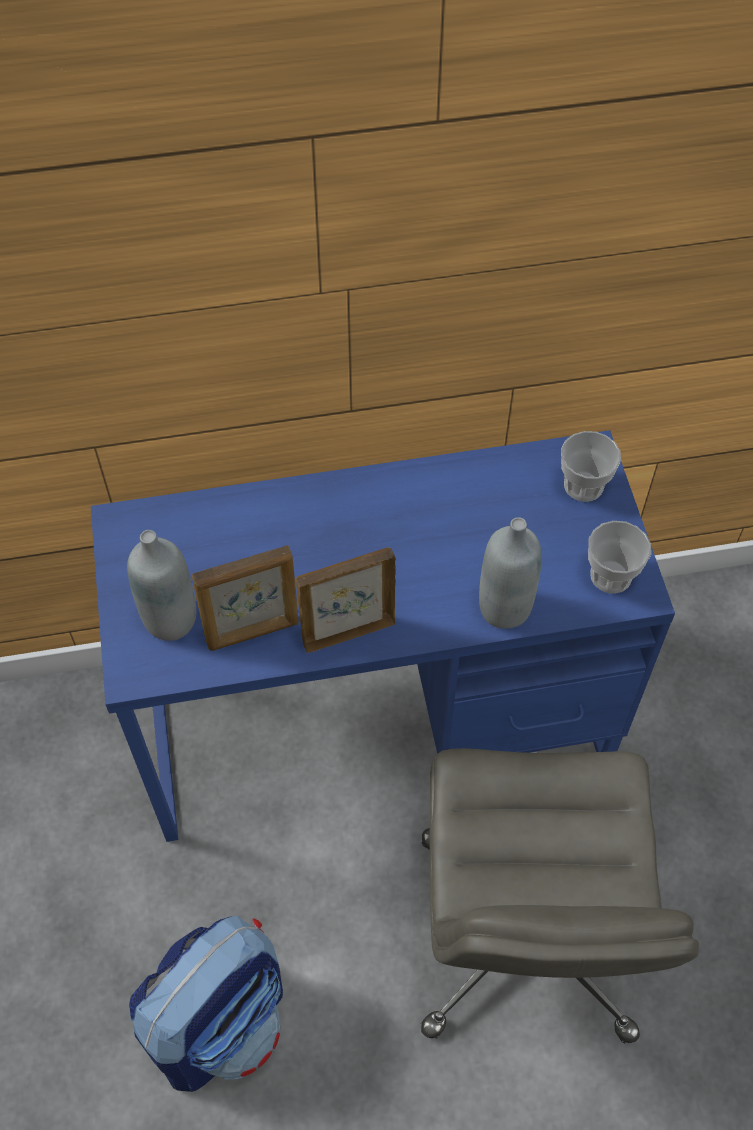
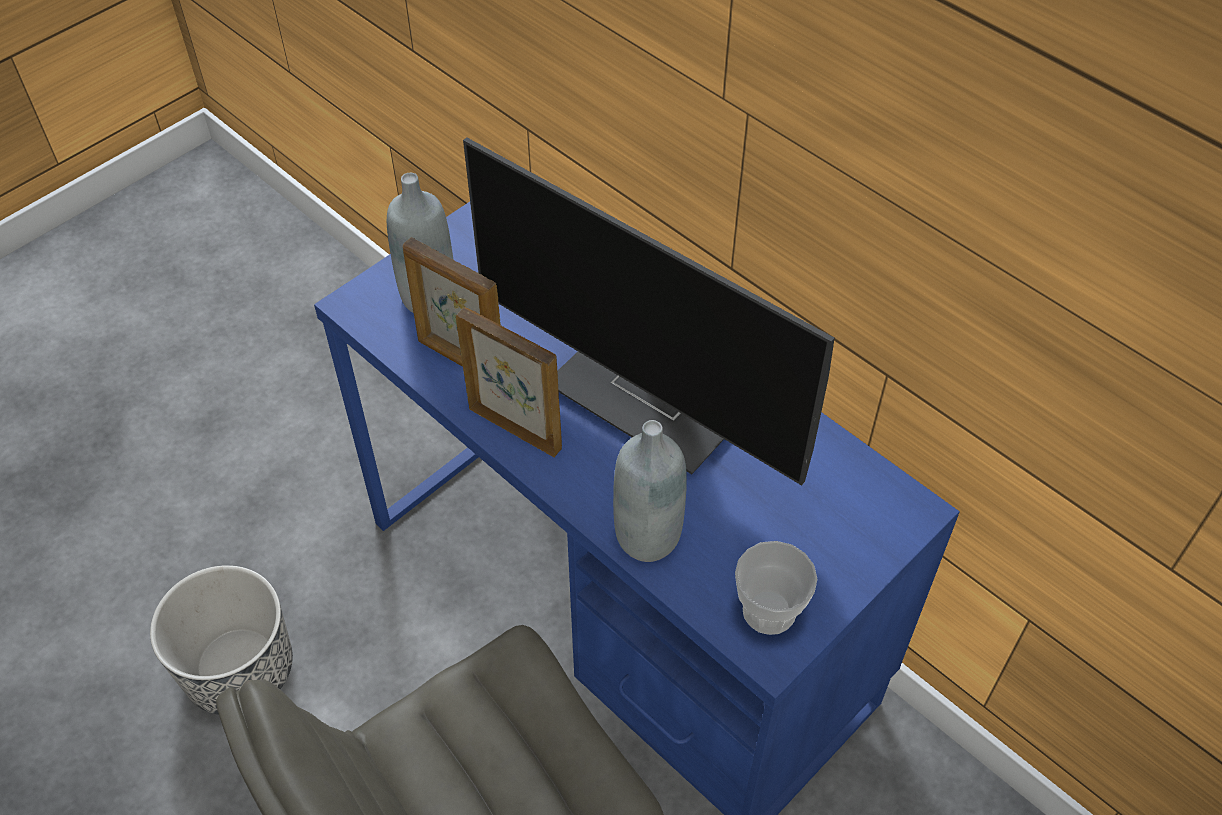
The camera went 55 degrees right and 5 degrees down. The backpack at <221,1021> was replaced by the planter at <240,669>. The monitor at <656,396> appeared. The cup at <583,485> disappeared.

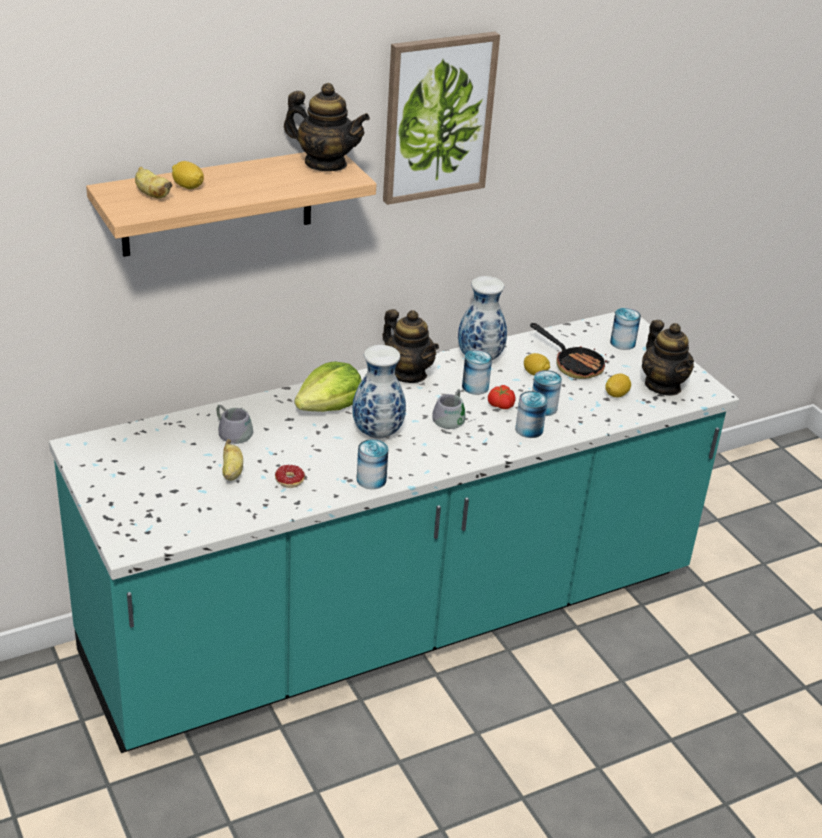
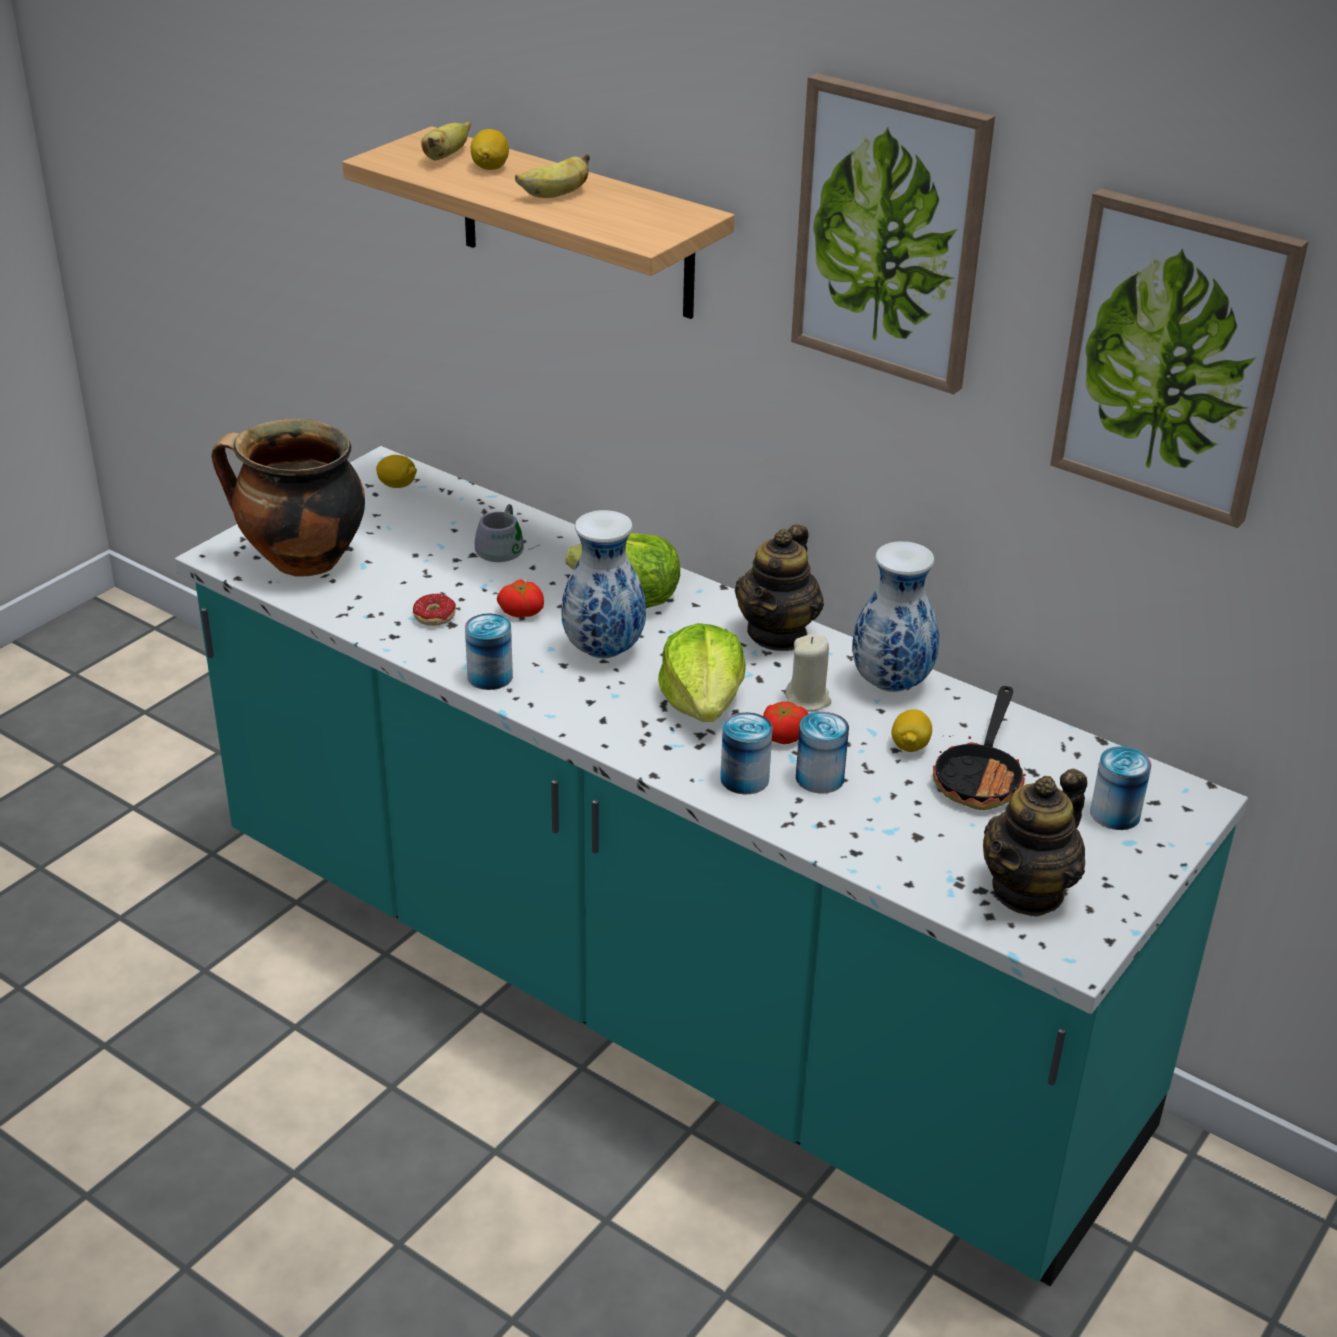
The camera went 65 degrees right and 0 degrees up. The cooking pot at <301,562> appeared. The lemon moved from <616,394> to <397,485>. The tomato at <522,610> appeared. The banana moved from <232,472> to <555,195>. The grey mug at <453,418> was replaced by the lettuce at <703,703>. The can at <475,387> was replaced by the beige candle at <808,699>. The picture at <1174,357> appeared. The teapot at <325,164> disappeared.

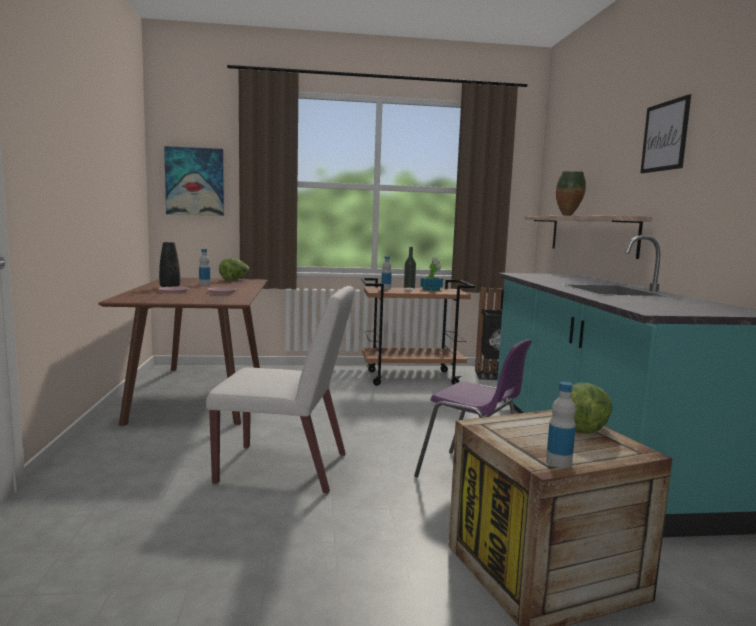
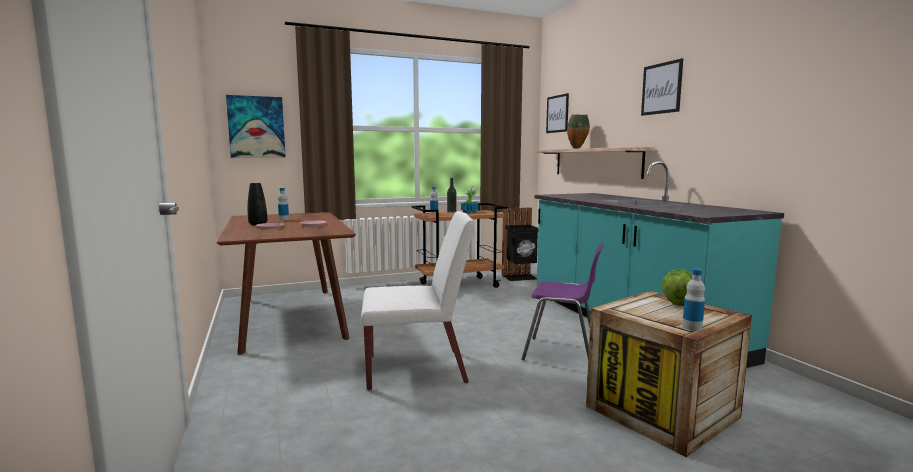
The camera went 15 degrees left and 0 degrees up. The picture at <557,114> appeared. The lettuce at <234,280> disappeared.

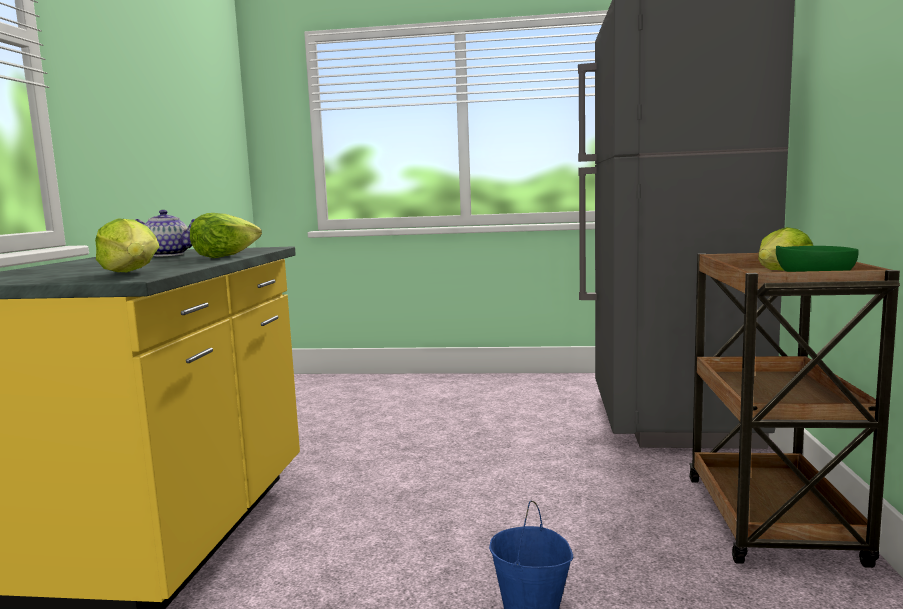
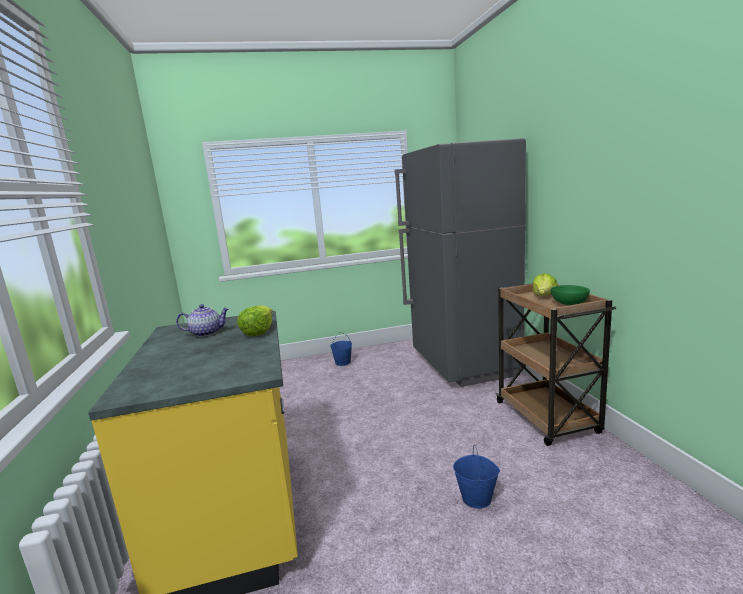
The camera went 20 degrees left and 5 degrees up. The blue bucket at <343,362> appeared. The lettuce at <133,273> disappeared.

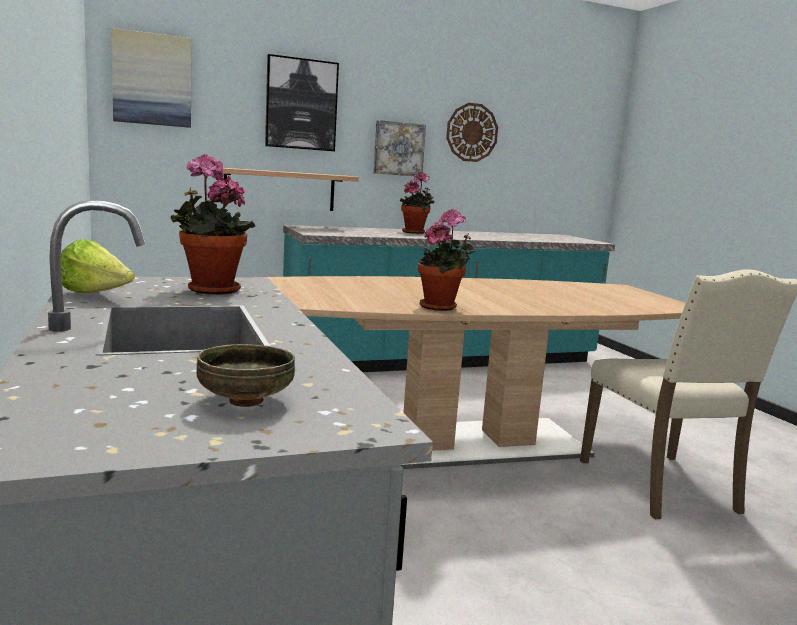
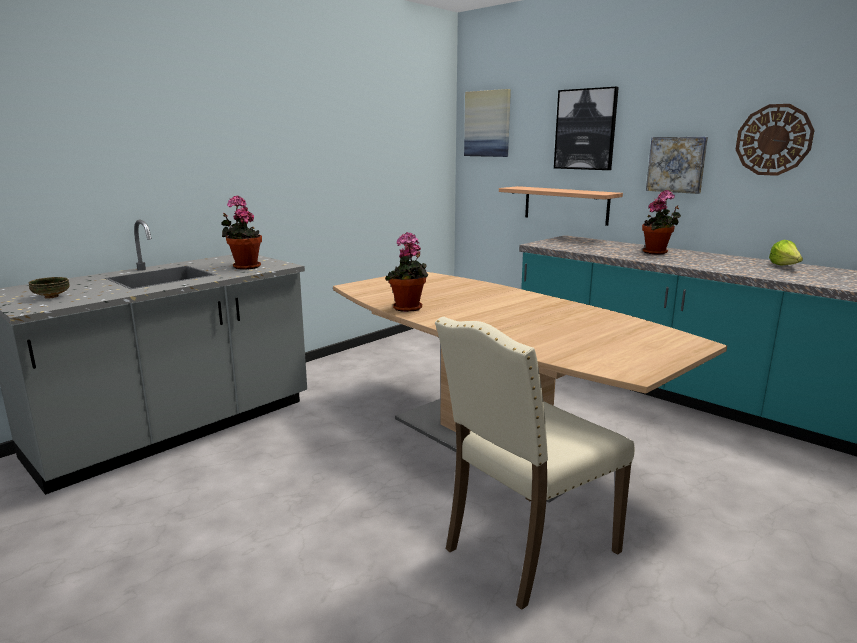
The camera went 65 degrees right and 5 degrees up. The lettuce moved from <97,295> to <785,267>.

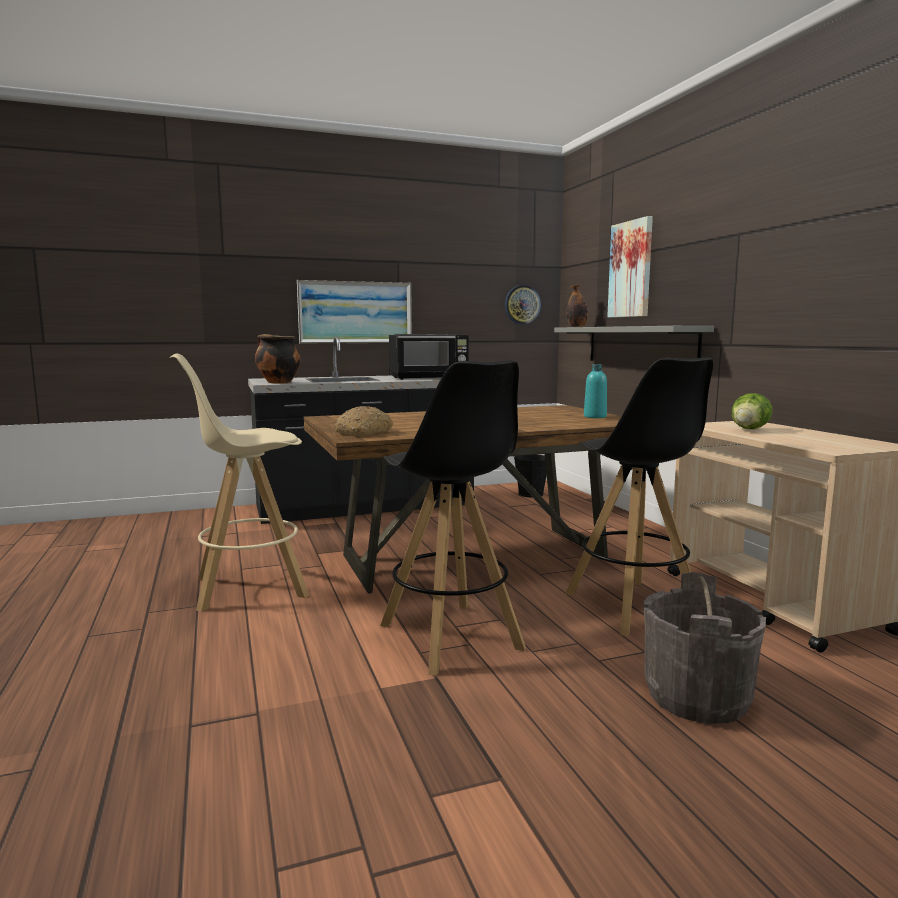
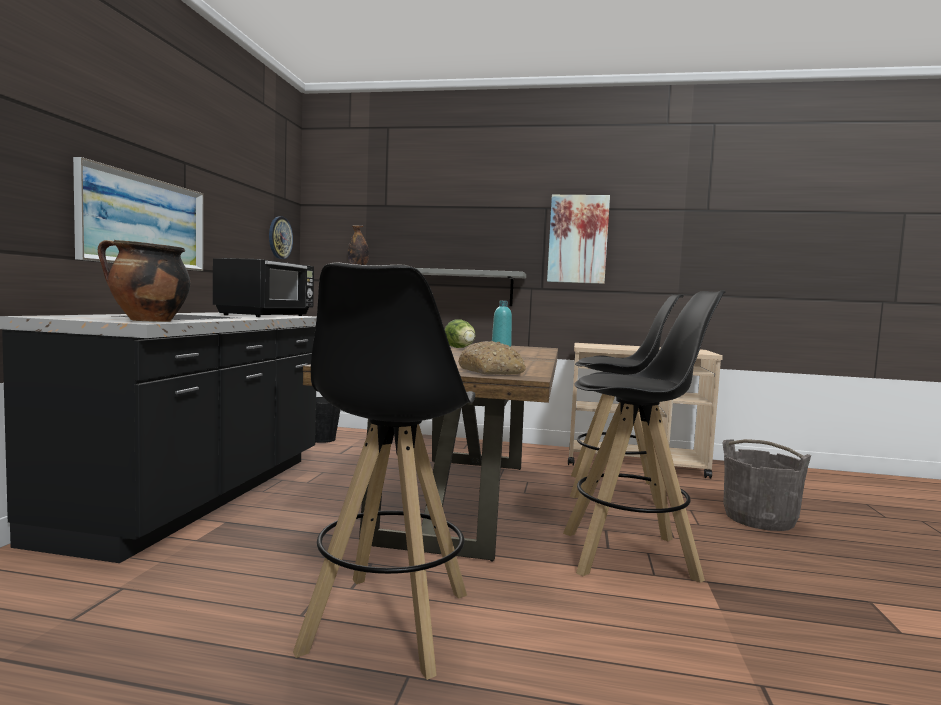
The camera went 60 degrees left and 5 degrees down. The beige stool at <249,587> became the black stool at <387,623>. The lettuce moved from <748,430> to <460,348>. The picture moved from <631,269> to <578,239>.

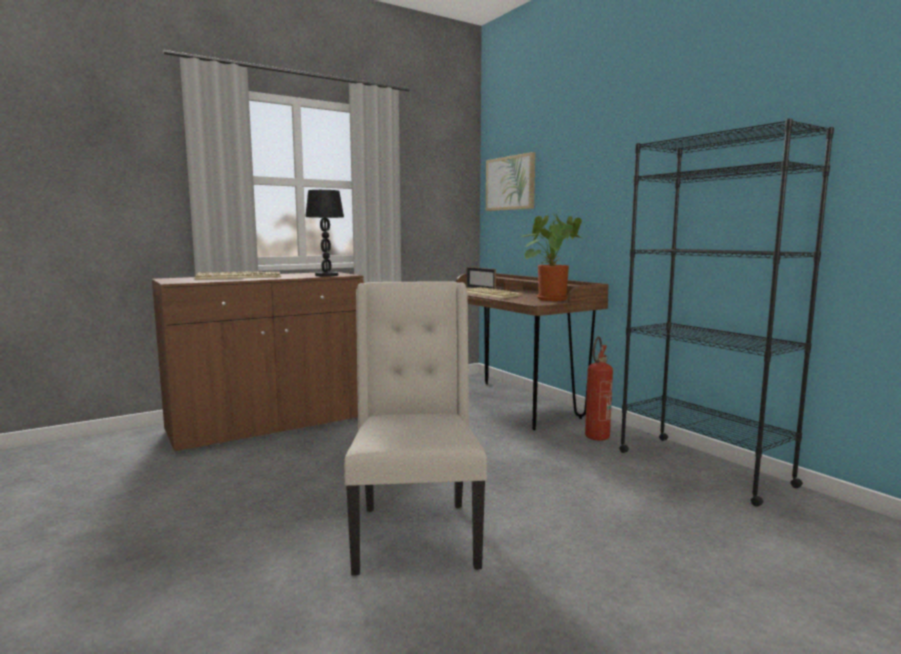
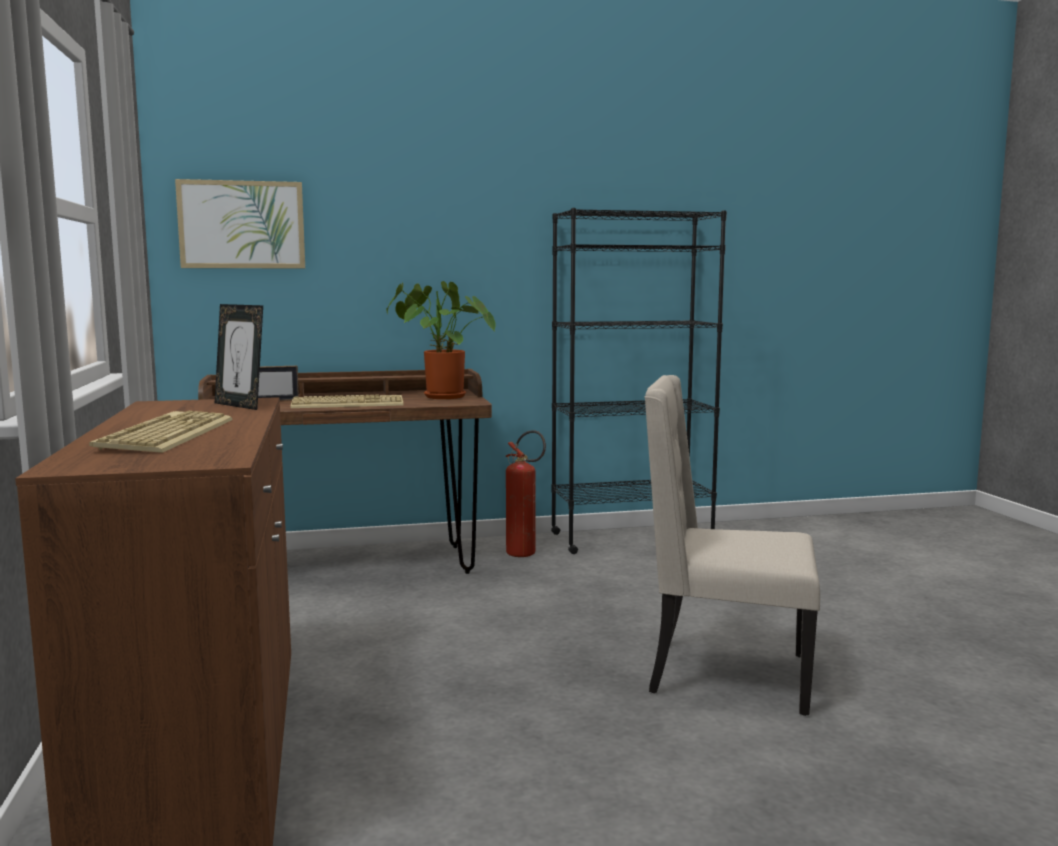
The camera went 70 degrees left and 0 degrees up. The black table lamp at <326,275> was replaced by the picture frame at <240,405>.

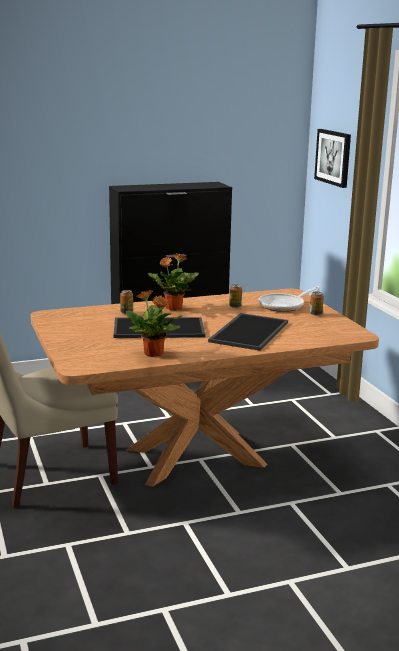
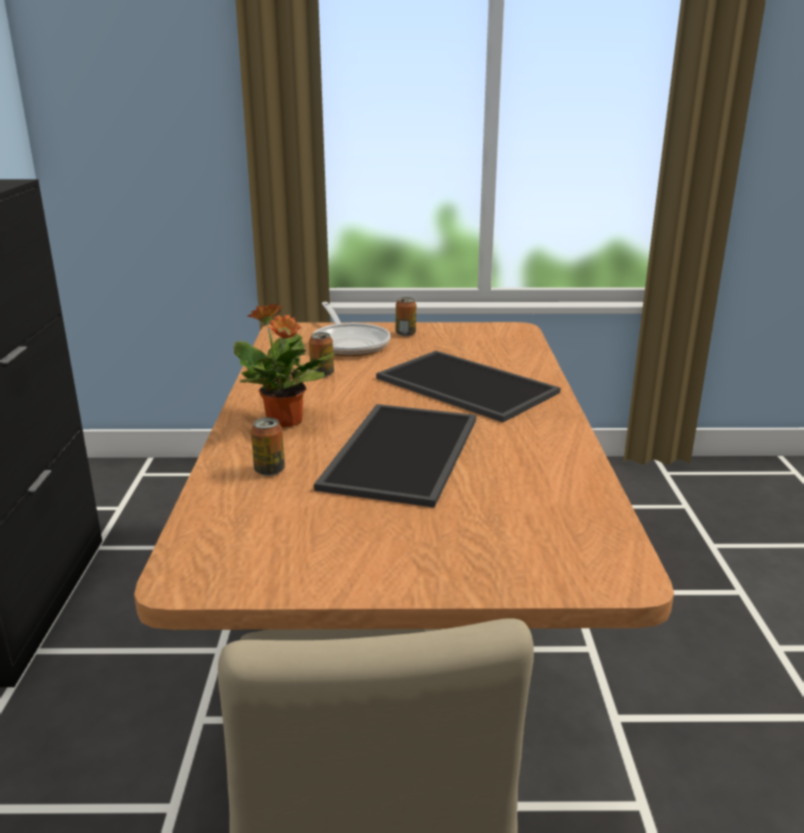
The camera went 70 degrees left and 5 degrees up. The potted plant at <154,354> disappeared. The picture at <333,157> disappeared.

